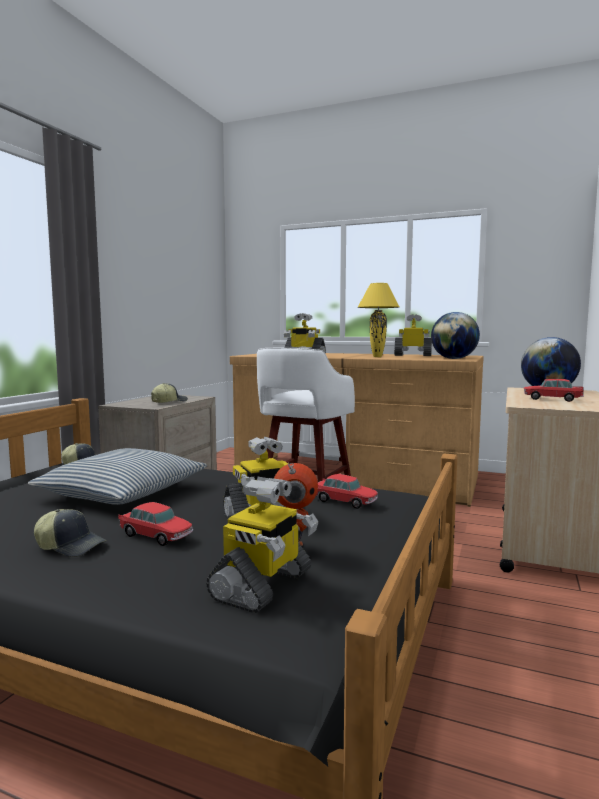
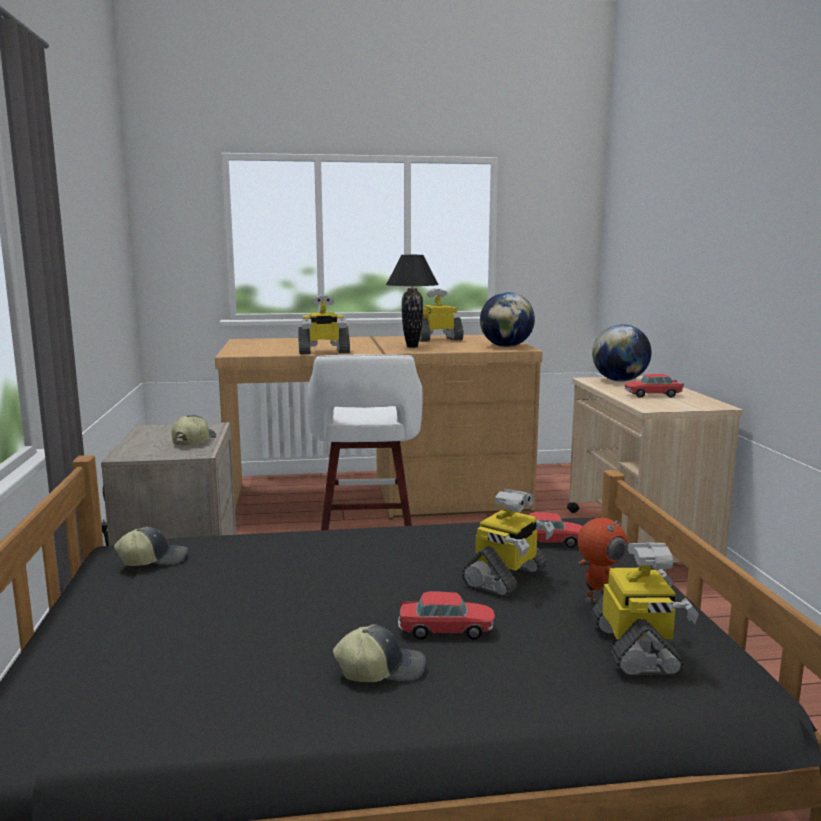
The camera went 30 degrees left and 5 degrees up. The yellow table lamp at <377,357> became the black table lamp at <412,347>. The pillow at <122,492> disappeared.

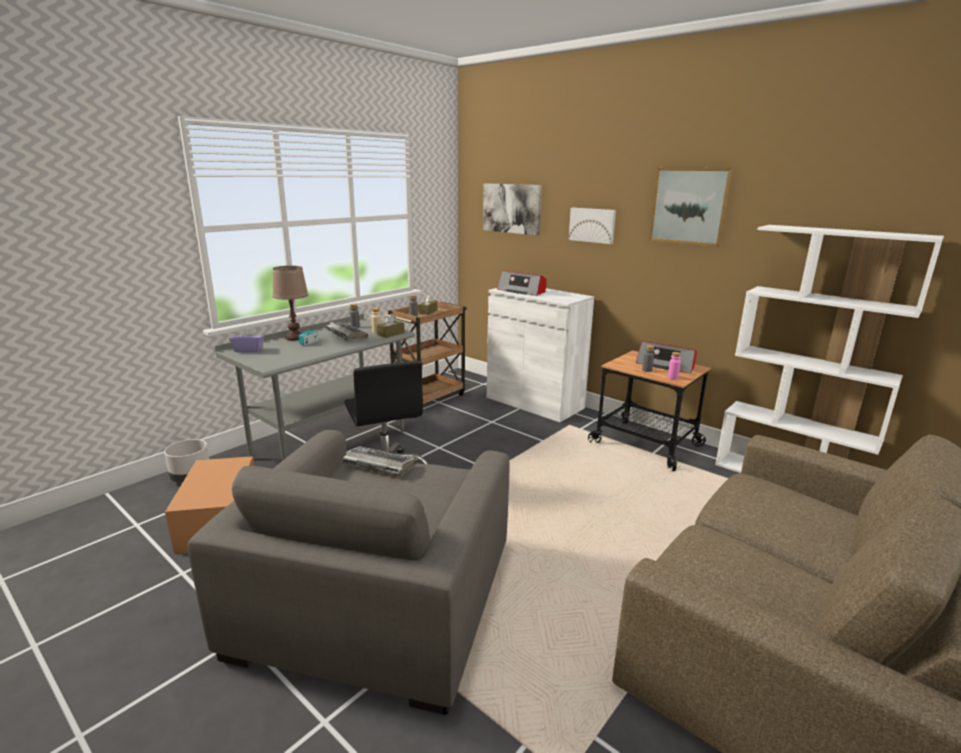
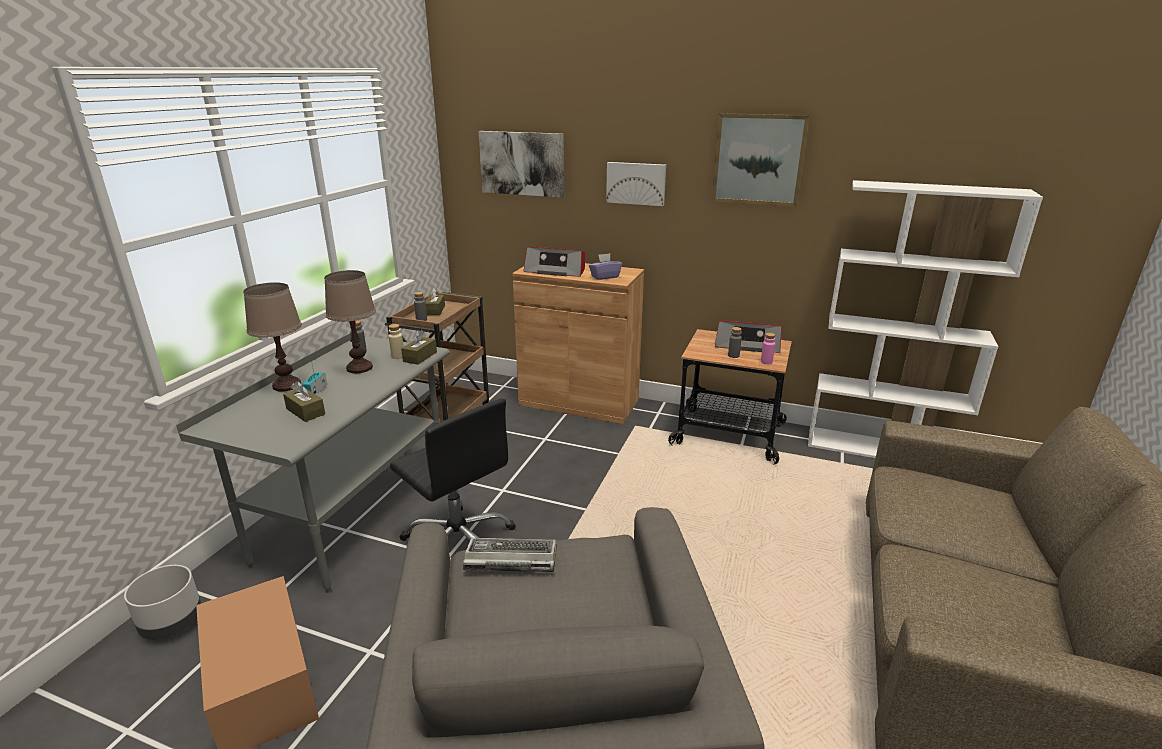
The camera went 20 degrees left and 5 degrees up. The brown tissue box at <305,411> appeared. The keyboard at <346,335> was replaced by the brown table lamp at <359,368>. The white cabinet at <534,403> became the brown cabinet at <579,402>. The purple tissue box moved from <248,350> to <605,277>.

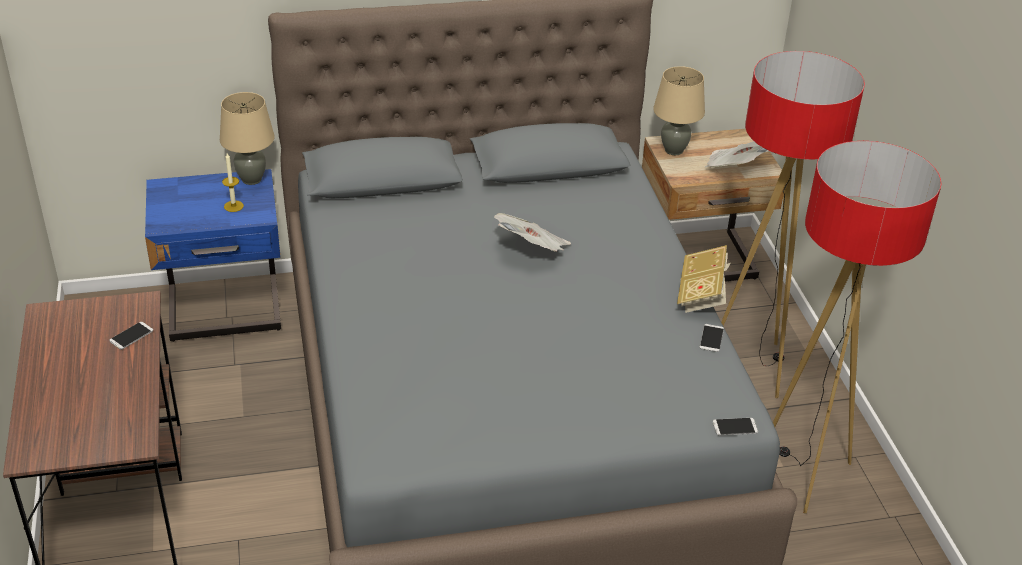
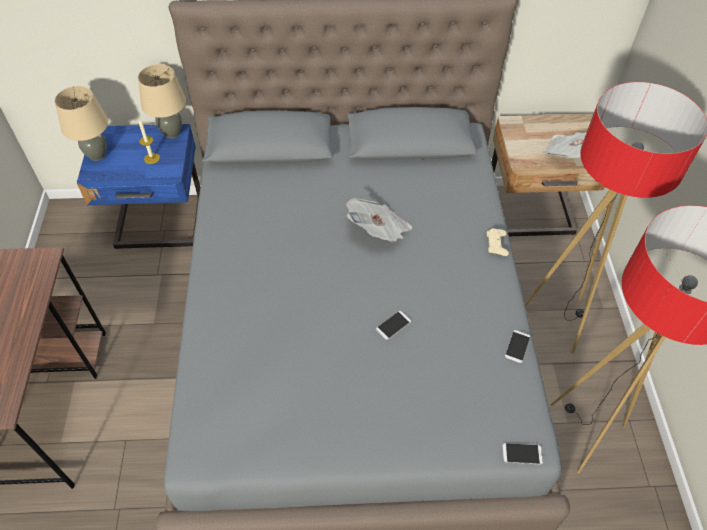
The camera went 10 degrees right and 15 degrees up. The beige table lamp moved from <674,150> to <97,155>. The phone moved from <131,336> to <393,325>. The beige game controller at <496,244> appeared. The book at <702,294> disappeared.

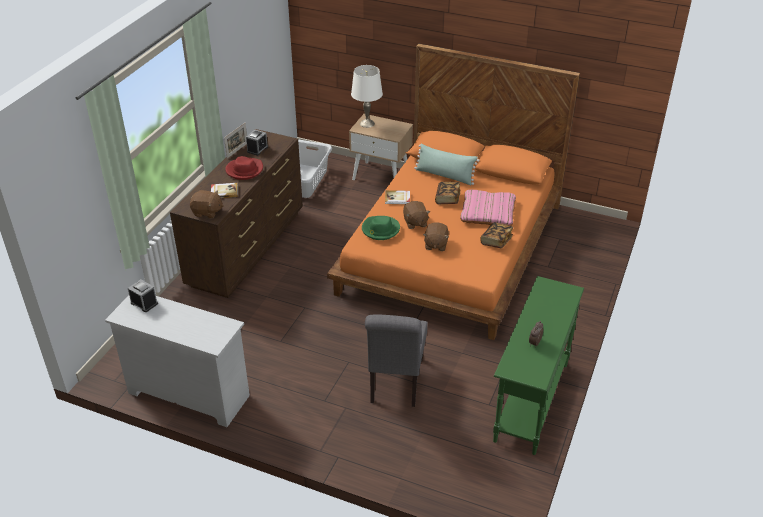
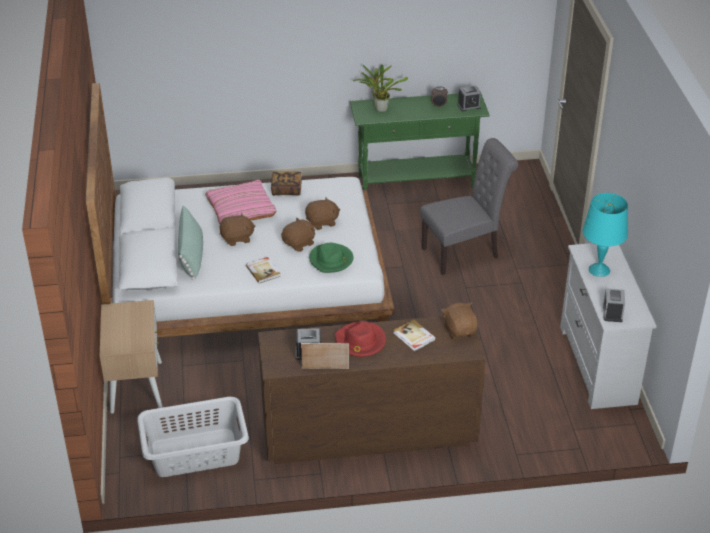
The camera went 120 degrees left and 0 degrees up. The orange bed at <452,248> became the white bed at <246,282>. The book at <447,198> was replaced by the brown plush toy at <237,238>. The potted plant at <379,108> appeared. The alarm clock at <469,106> appeared. The turquoise table lamp at <599,270> appeared. The white table lamp at <367,123> disappeared.

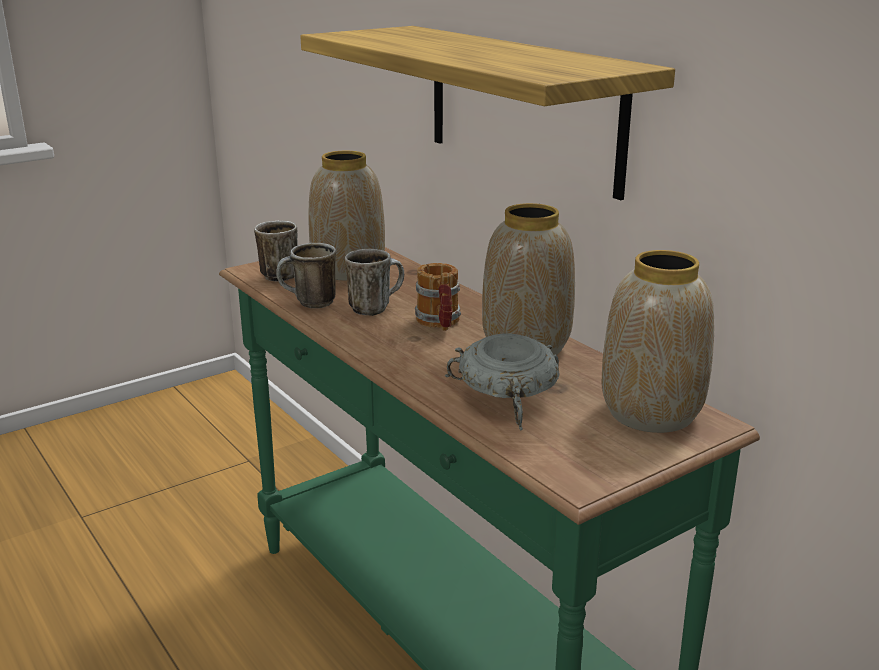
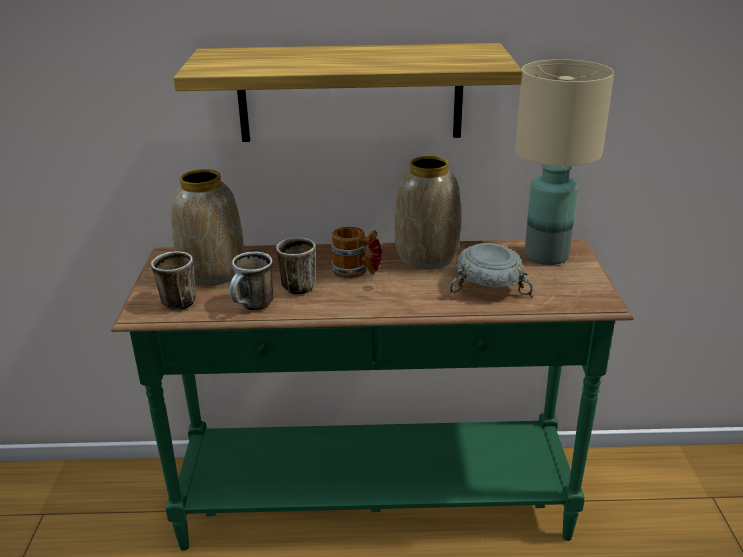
The camera went 55 degrees left and 5 degrees up. The vase at <652,414> was replaced by the beige table lamp at <547,256>.

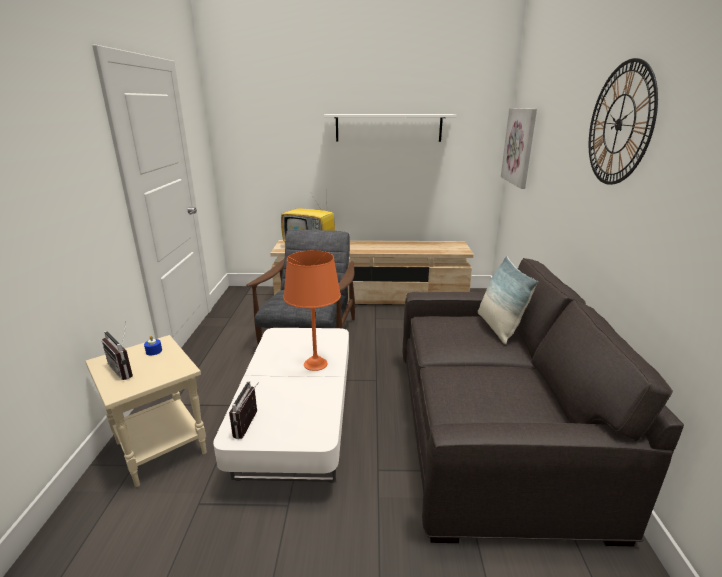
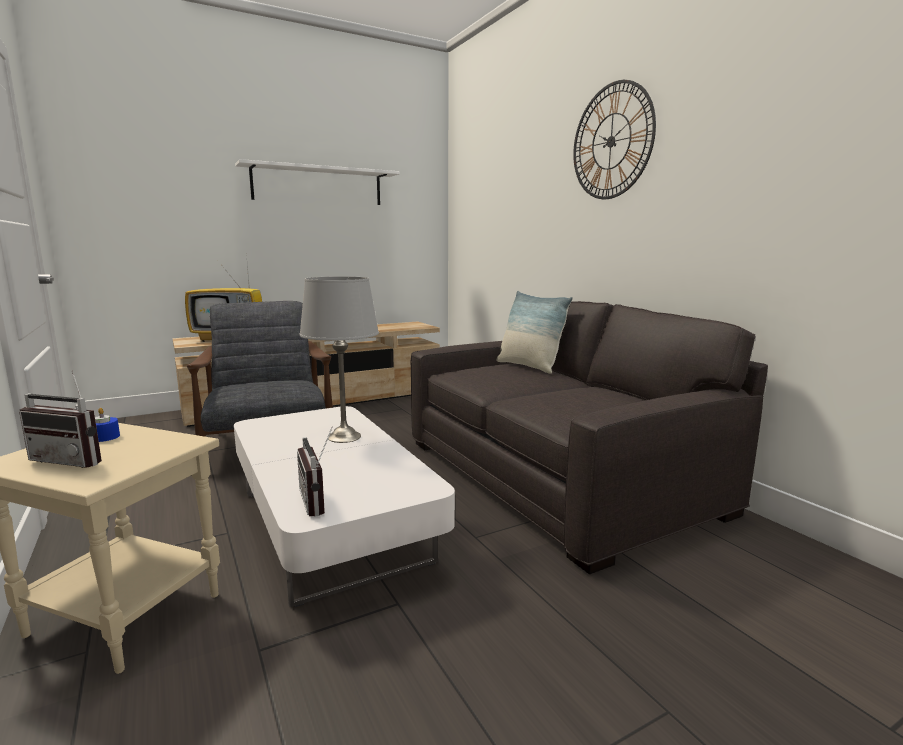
The camera went 30 degrees left and 10 degrees down. The orange table lamp at <315,364> became the grey table lamp at <343,437>. The picture at <519,146> disappeared.

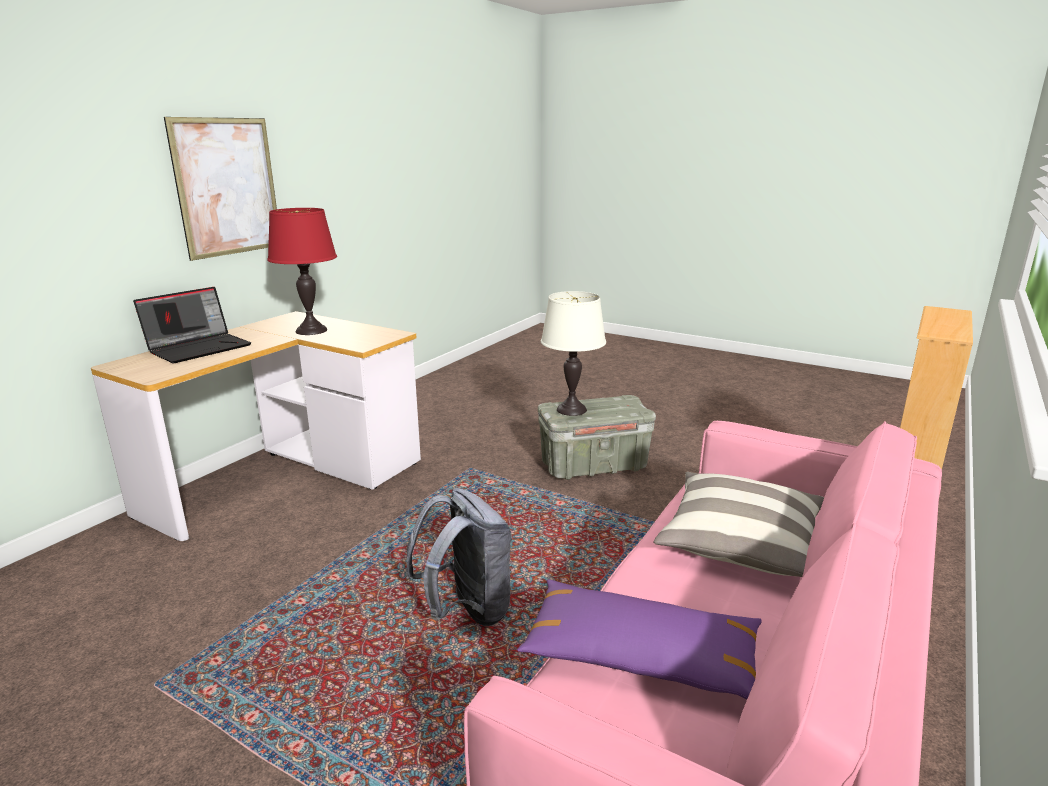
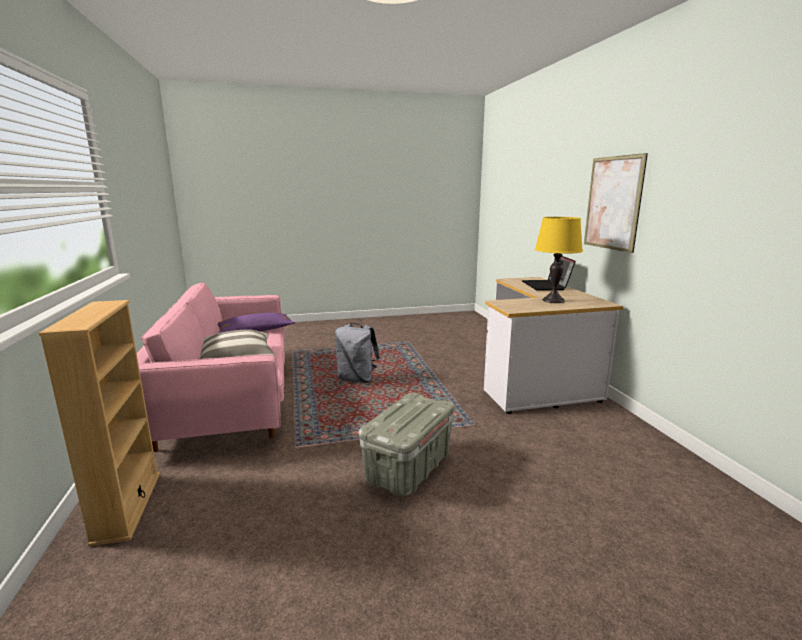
The camera went 135 degrees right and 5 degrees down. The red table lamp at <311,330> became the yellow table lamp at <553,300>. The white table lamp at <571,409> disappeared.

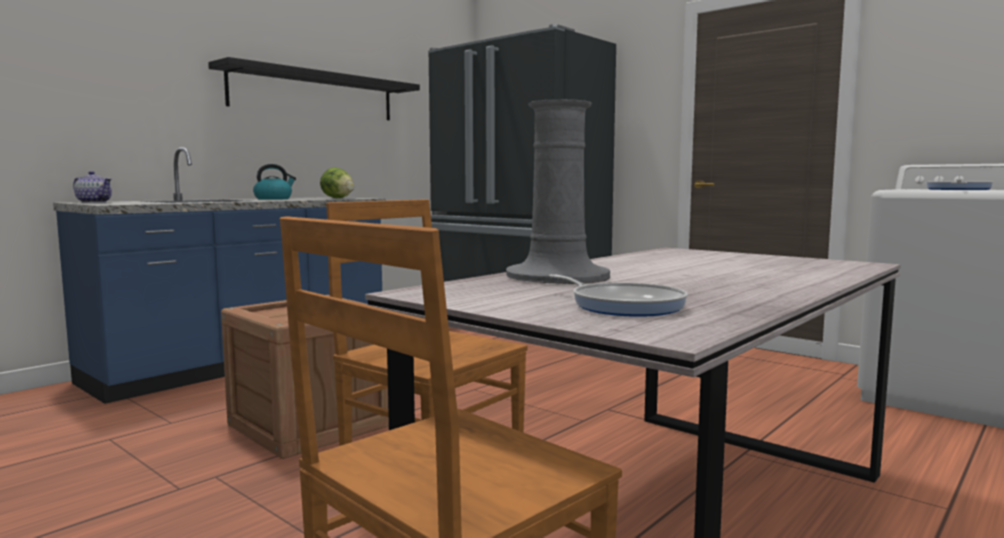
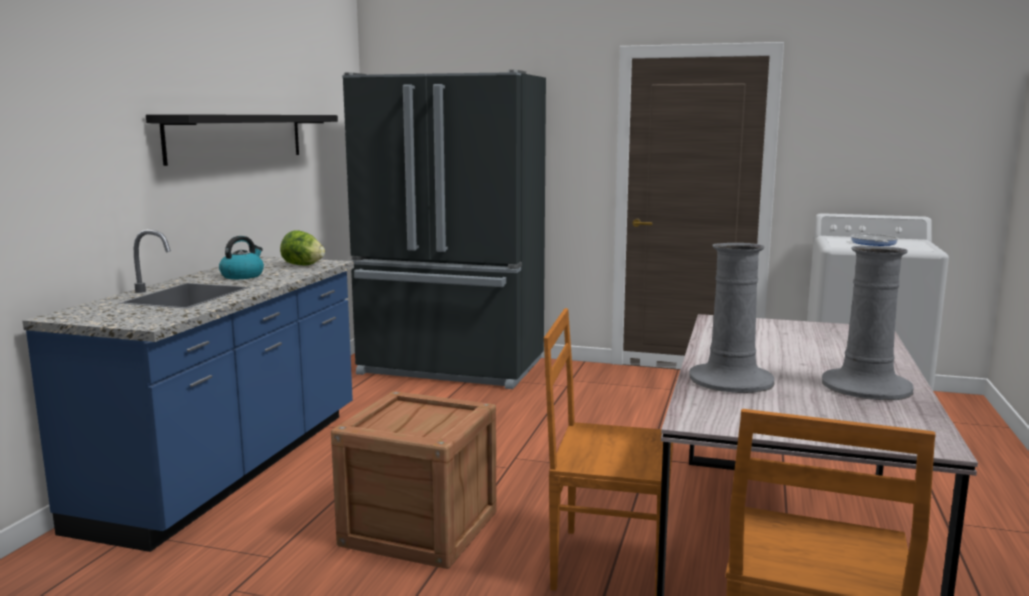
The camera went 25 degrees left and 5 degrees up. The grey vase at <866,387> appeared. The teapot at <94,202> disappeared. The frying pan at <623,305> disappeared.

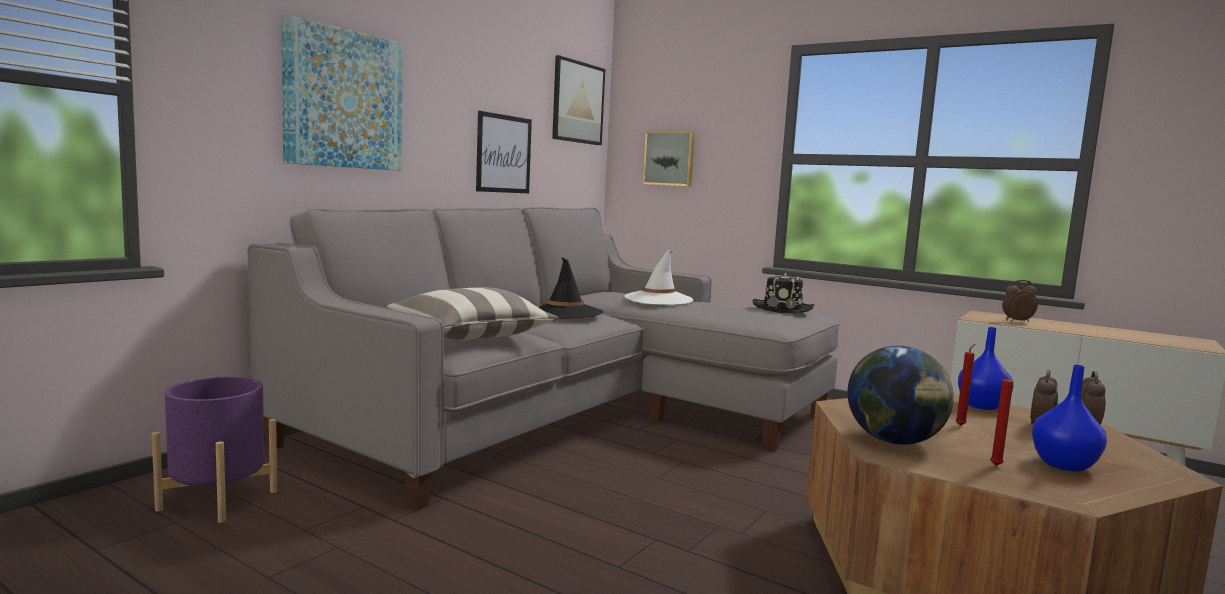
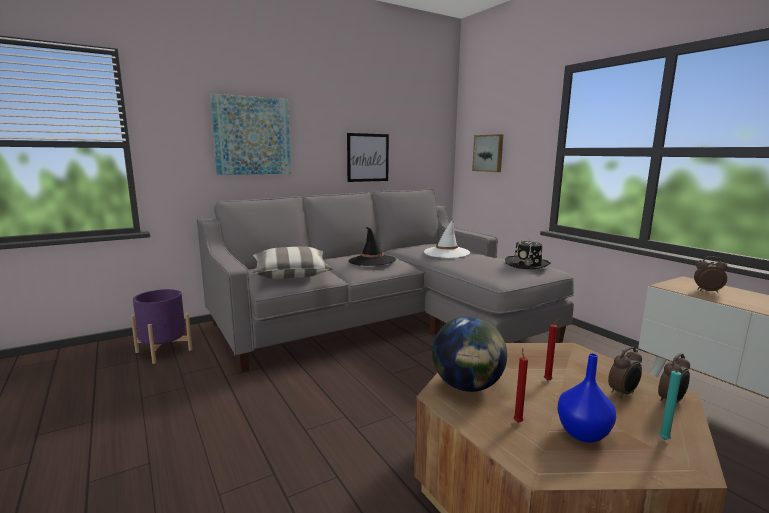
The camera went 25 degrees right and 5 degrees up. The turquoise candle at <663,438> appeared. The picture at <578,102> disappeared. The blue vase at <982,406> disappeared.

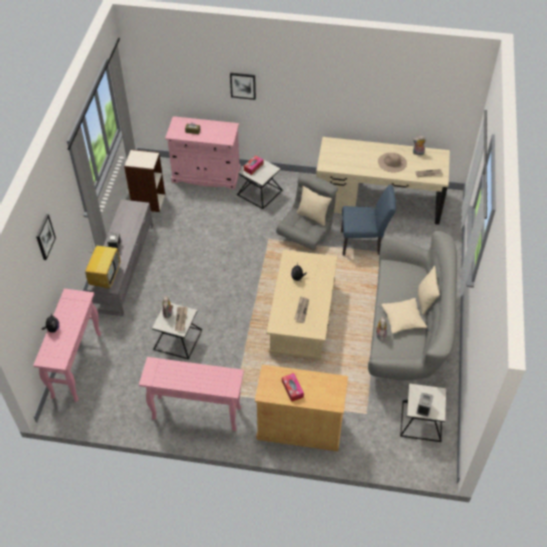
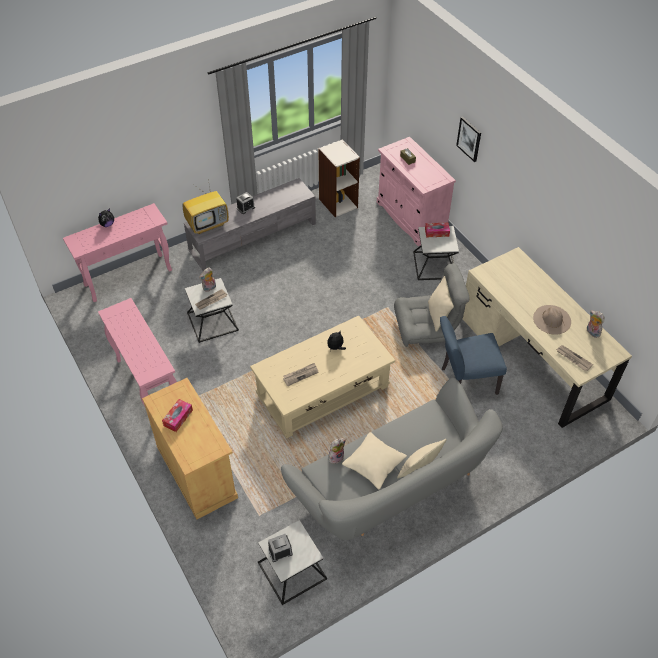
The camera went 50 degrees right and 0 degrees up. The blue chair at <364,243> turned 120 degrees clockwise. The picture at <45,236> disappeared.

